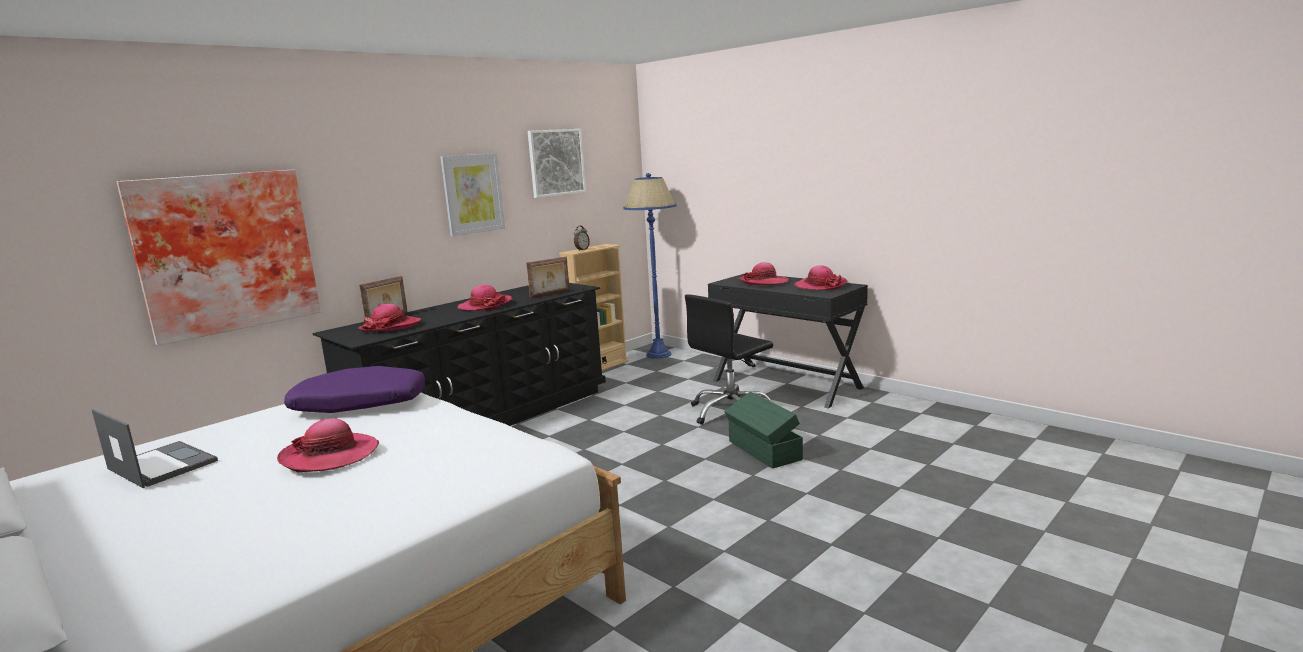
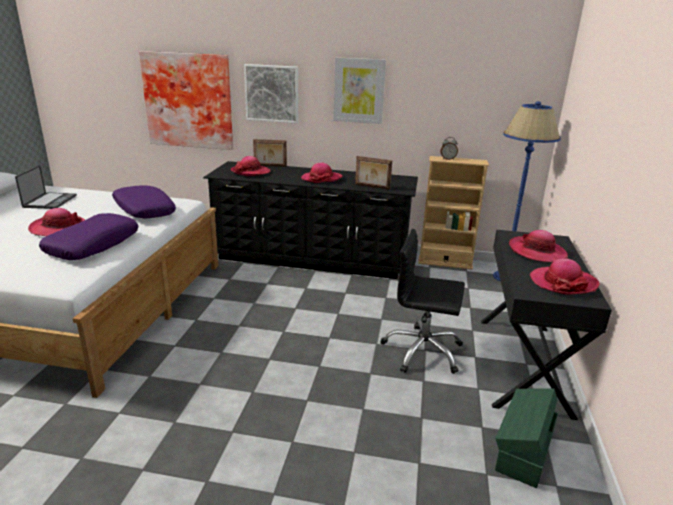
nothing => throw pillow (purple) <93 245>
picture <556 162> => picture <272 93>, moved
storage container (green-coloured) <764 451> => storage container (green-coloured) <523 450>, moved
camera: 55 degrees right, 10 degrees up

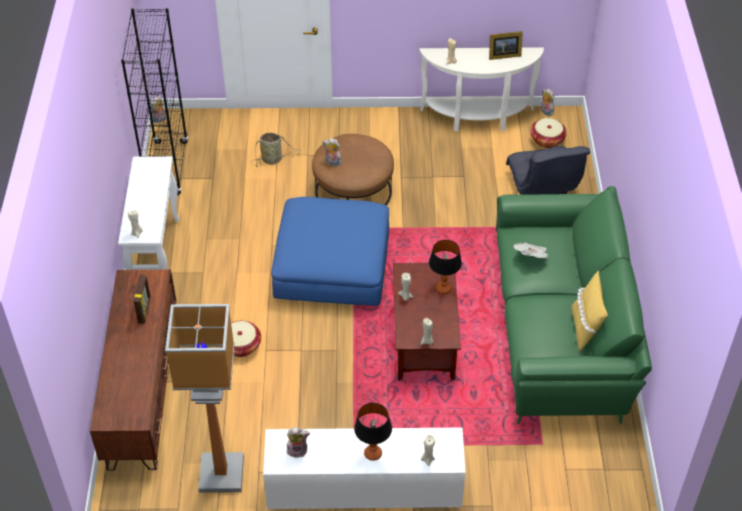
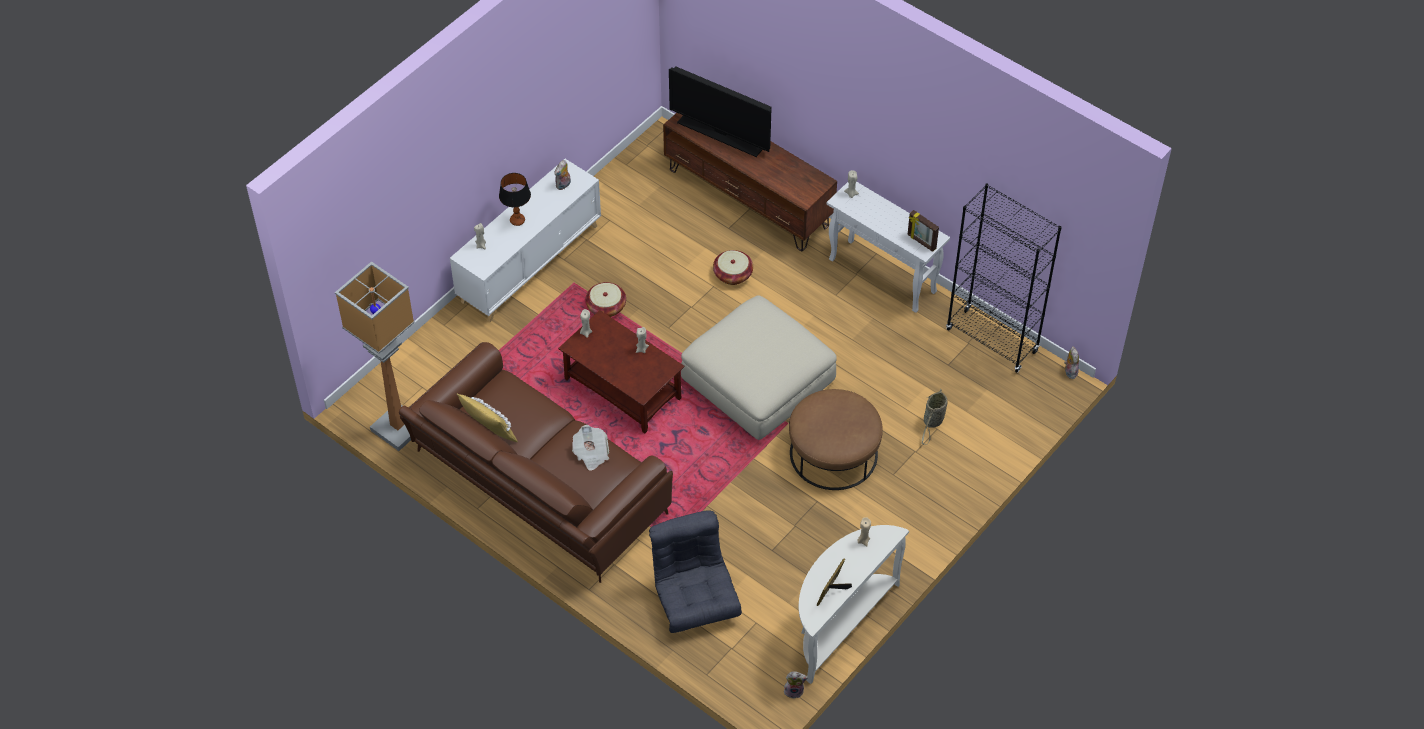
standing lamp <222 474> => standing lamp <397 428>, moved
sofa (green-coloured) <560 328> => sofa (brownish) <537 485>
basket <547 140> => basket <606 307>, moved
armchair (grey) <543 189> => armchair (grey) <694 599>, 45 degrees clockwise
nothing => TV <721 135>
pouffe (blue-coloured) <332 266> => pouffe (beige) <758 381>
photo frame <145 310> => photo frame <921 242>, moved
plush toy <332 162> => nothing
table lamp <443 289> => nothing
camera: 130 degrees right, 5 degrees up

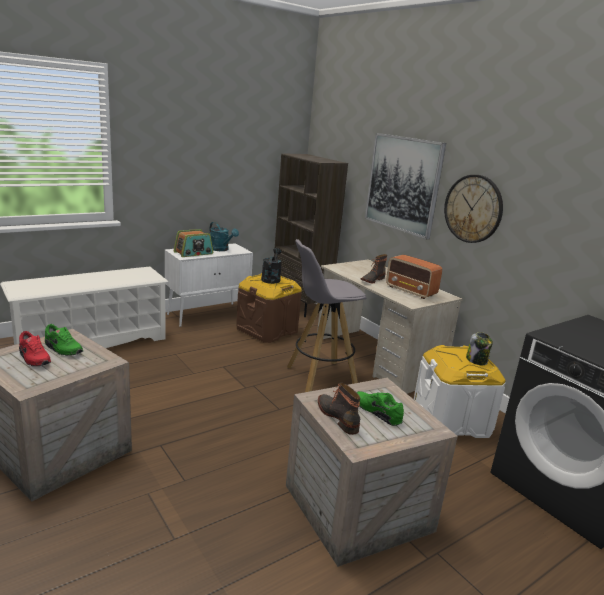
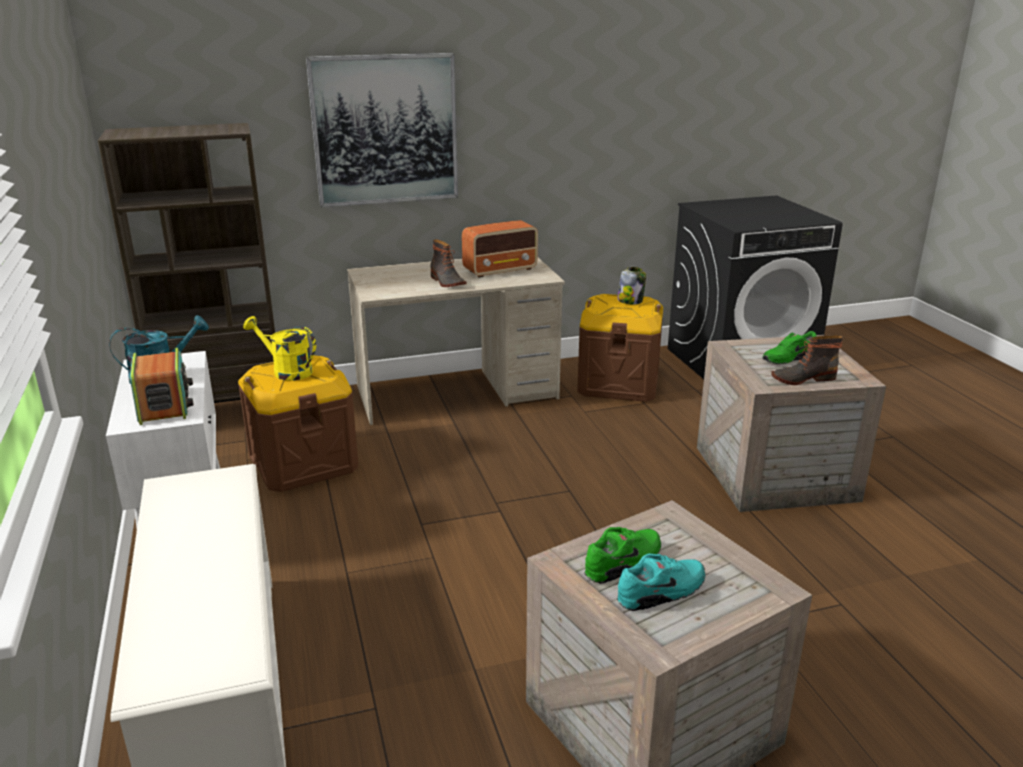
watering pot (blackish) <271 278> => watering pot (yellow) <286 371>
storage container (white) <451 420> => storage container (brownish) <618 383>
low shoe (red) <33 359> => low shoe (turquoise) <662 592>
stool (grey) <320 378> => nothing
wall clock <473 209> => nothing
camera: 70 degrees left, 5 degrees up

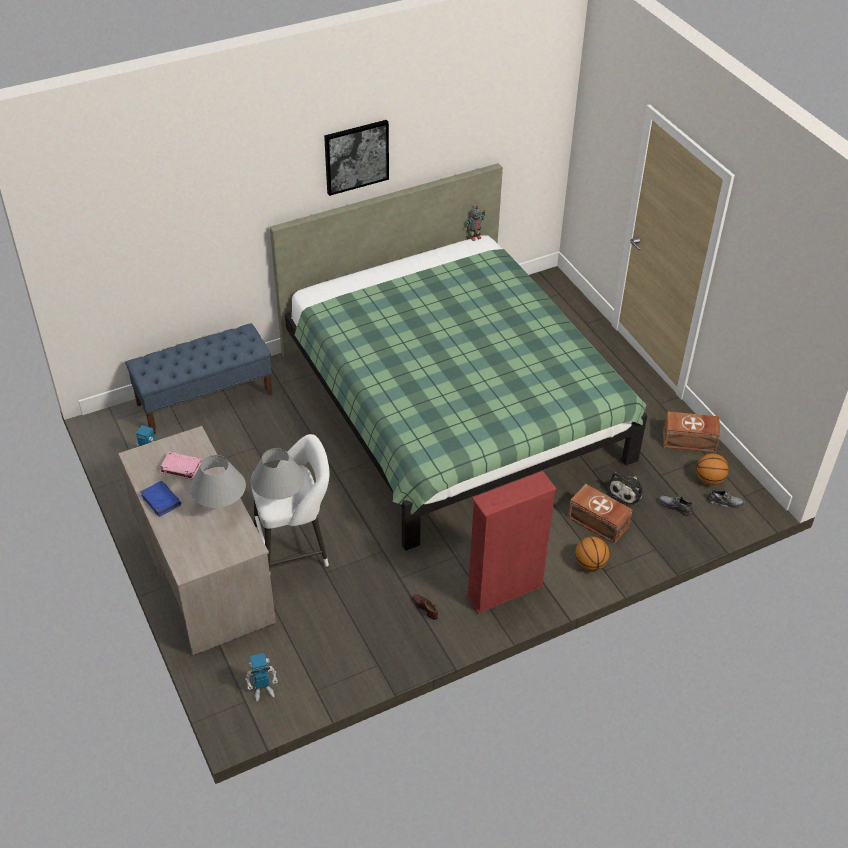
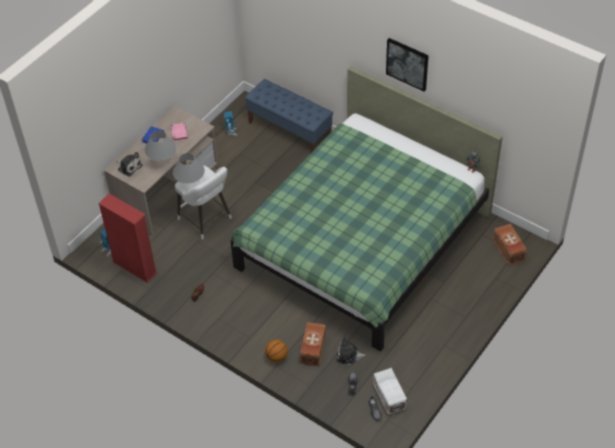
bookshelf (red) <505 591> => bookshelf (red) <134 267>, moved
nothing => plush toy <129 167>
basketball ball <709 479> => storage container (white) <389 395>
storage container (brownish) <690 441> => storage container (brownish) <508 250>, moved
camera: 65 degrees right, 5 degrees up

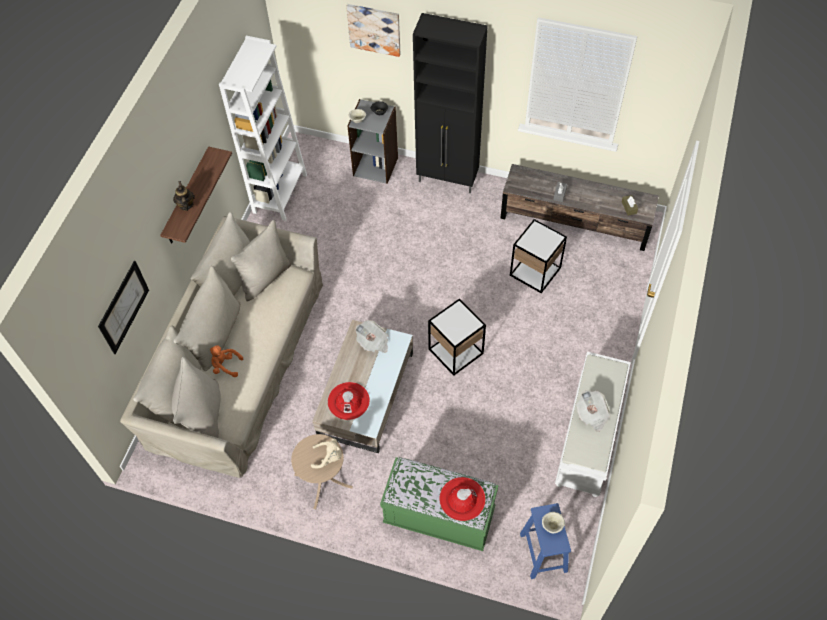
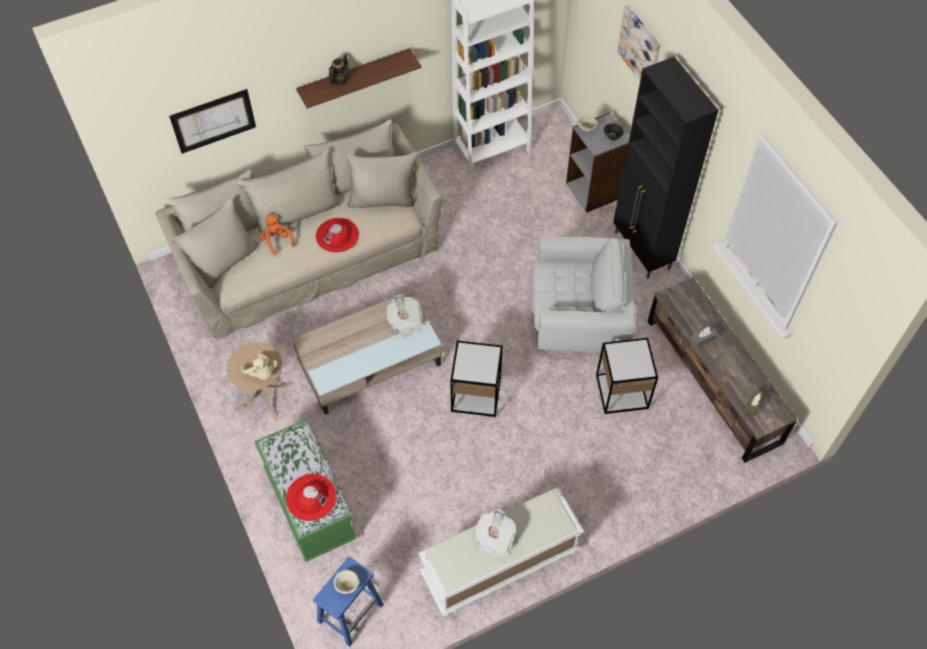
hat (red) <348 401> => hat (red) <337 235>, moved
nothing => armchair (white) <578 317>
camera: 45 degrees right, 0 degrees up

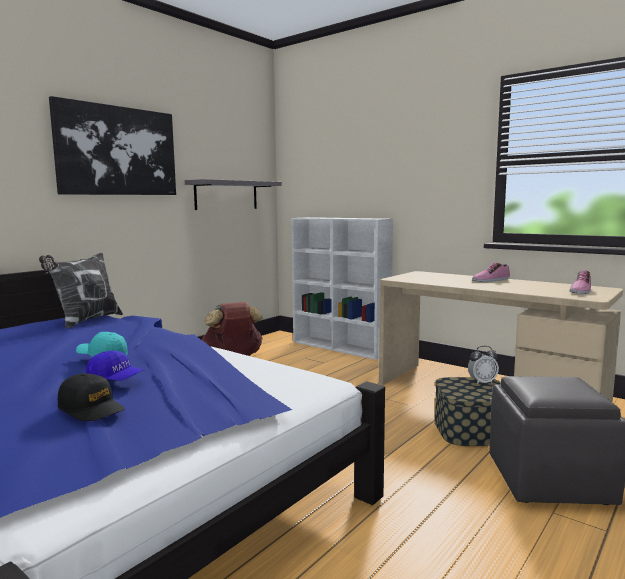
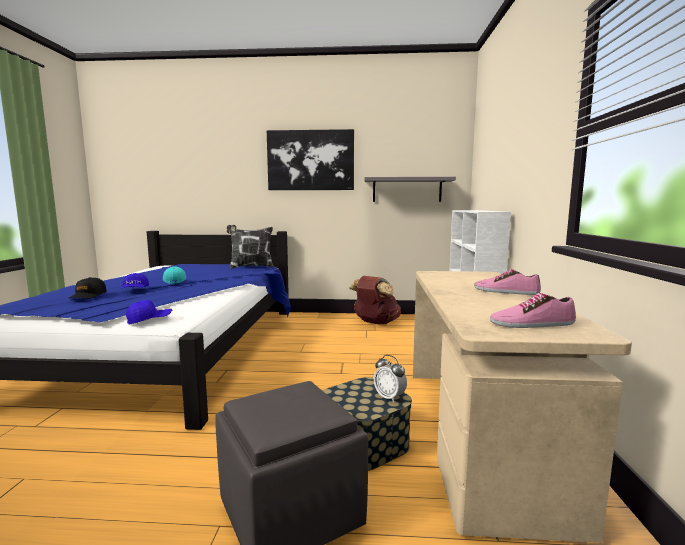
nothing => cap (blue-coloured) <150 320>
camera: 55 degrees right, 0 degrees up

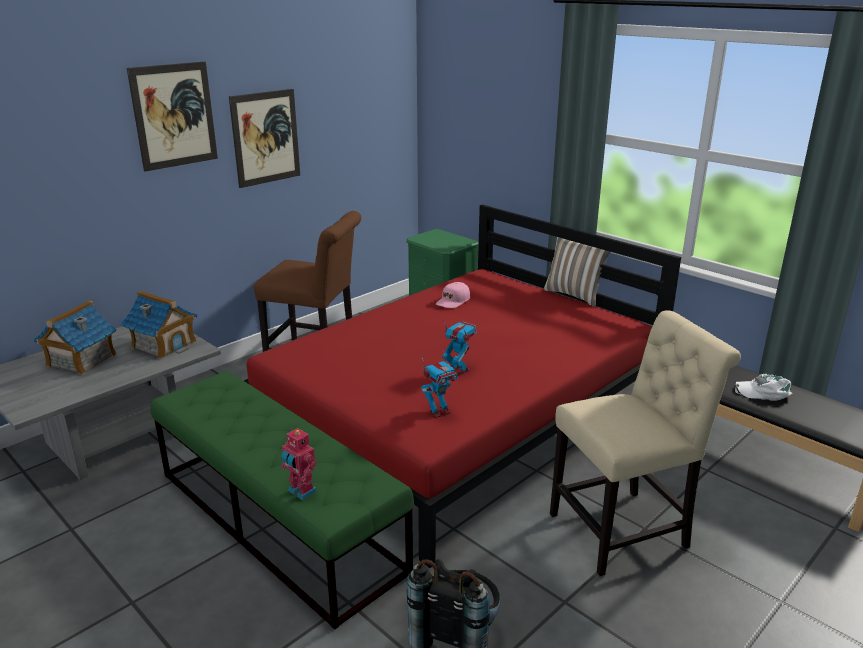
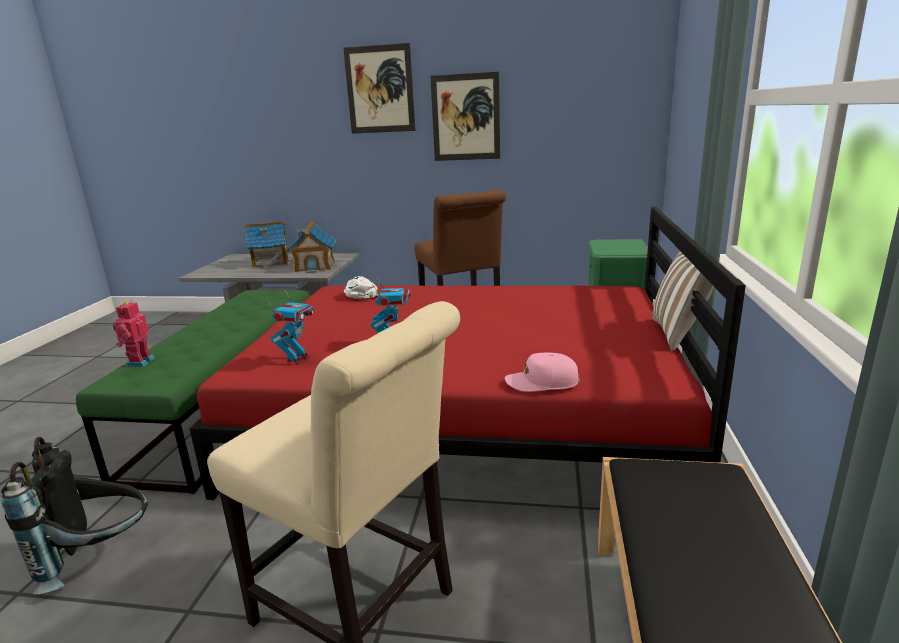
robot figure <439 412> => robot figure <298 359>, 90 degrees counterclockwise
cap (white) <763 392> => cap (white) <360 293>, moved
cap (pink) <453 301> => cap (pink) <542 382>, moved
camera: 55 degrees right, 5 degrees down

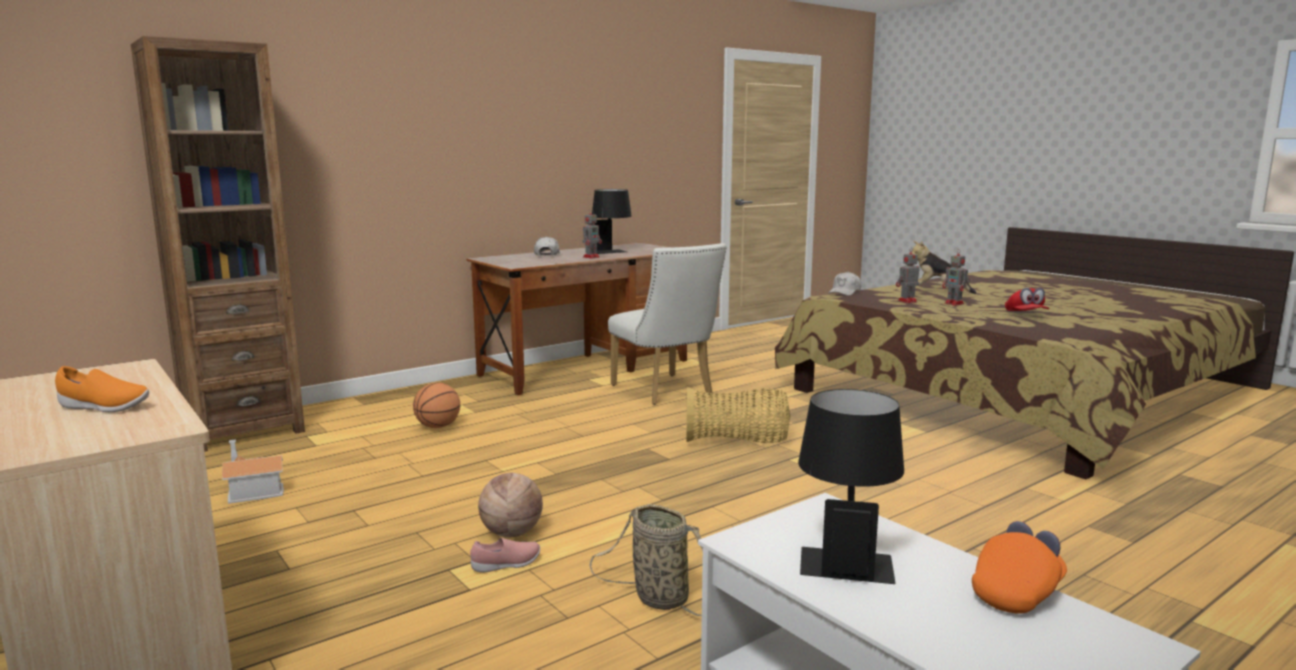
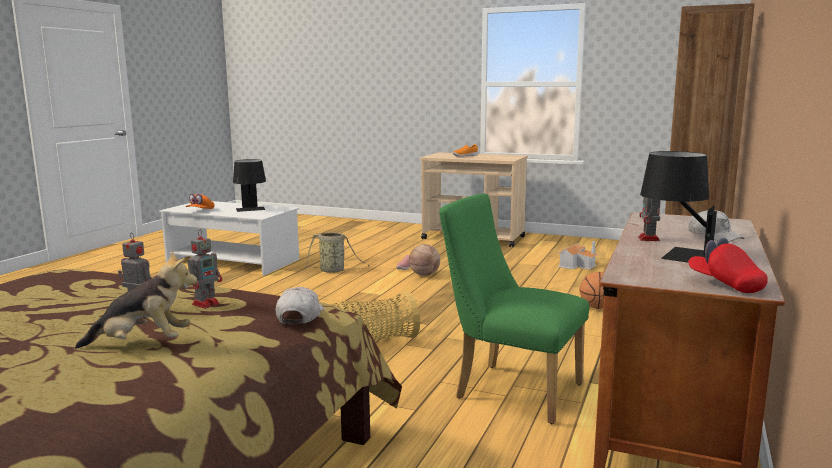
plain chair (white) <666 391> => plain chair (green-coloured) <510 389>
cap (red) <1025 315> => cap (red) <725 284>, moved
camera: 150 degrees right, 0 degrees up

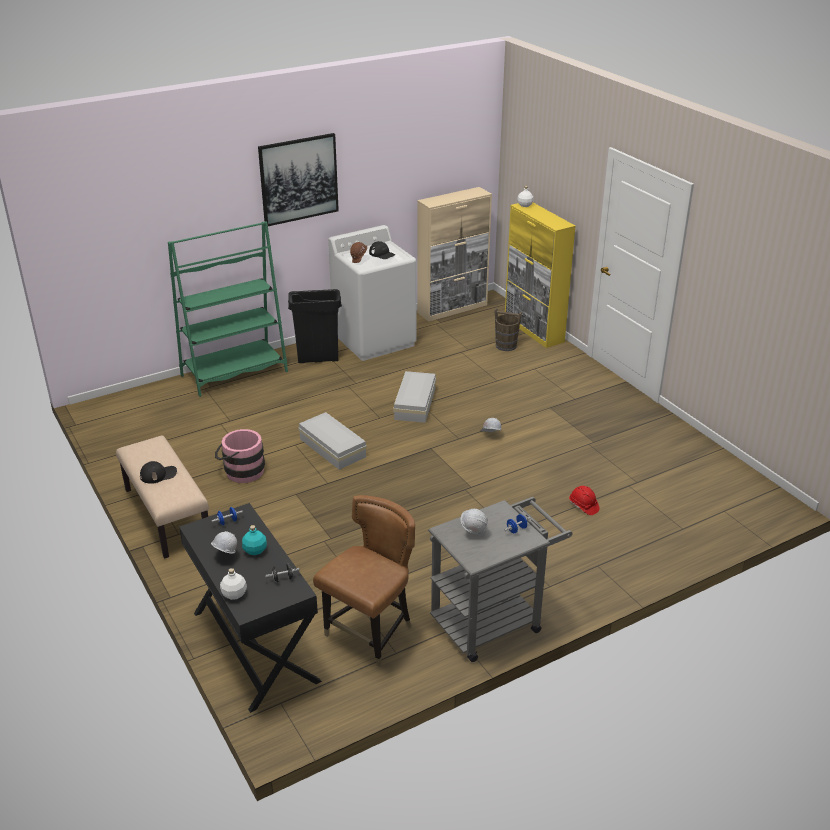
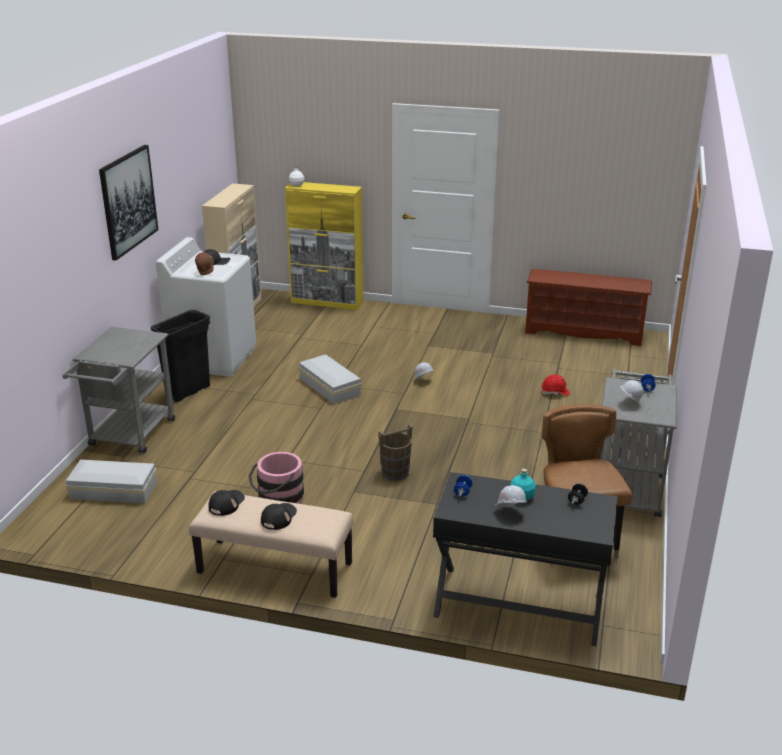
bookshelf (green-coloured) <234 374> => trolley (grey) <129 436>
storage container (white) <332 449> => storage container (white) <114 491>, moved
nothing => cap (blackish) <226 503>
pail (brownish) <505 345> => pail (brownish) <395 472>, moved
nothing => shoe stand (brownish) <584 332>
drink bottle (white) <234 594> => nothing
camera: 45 degrees left, 5 degrees down

